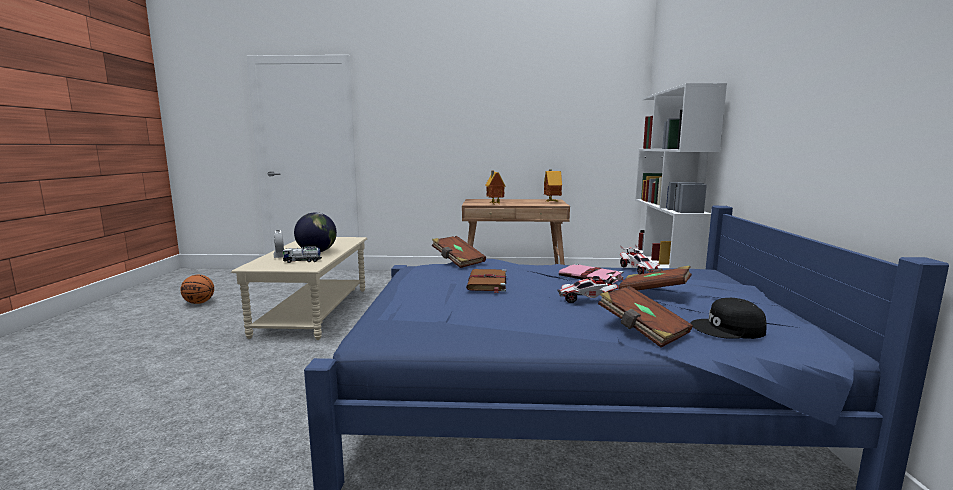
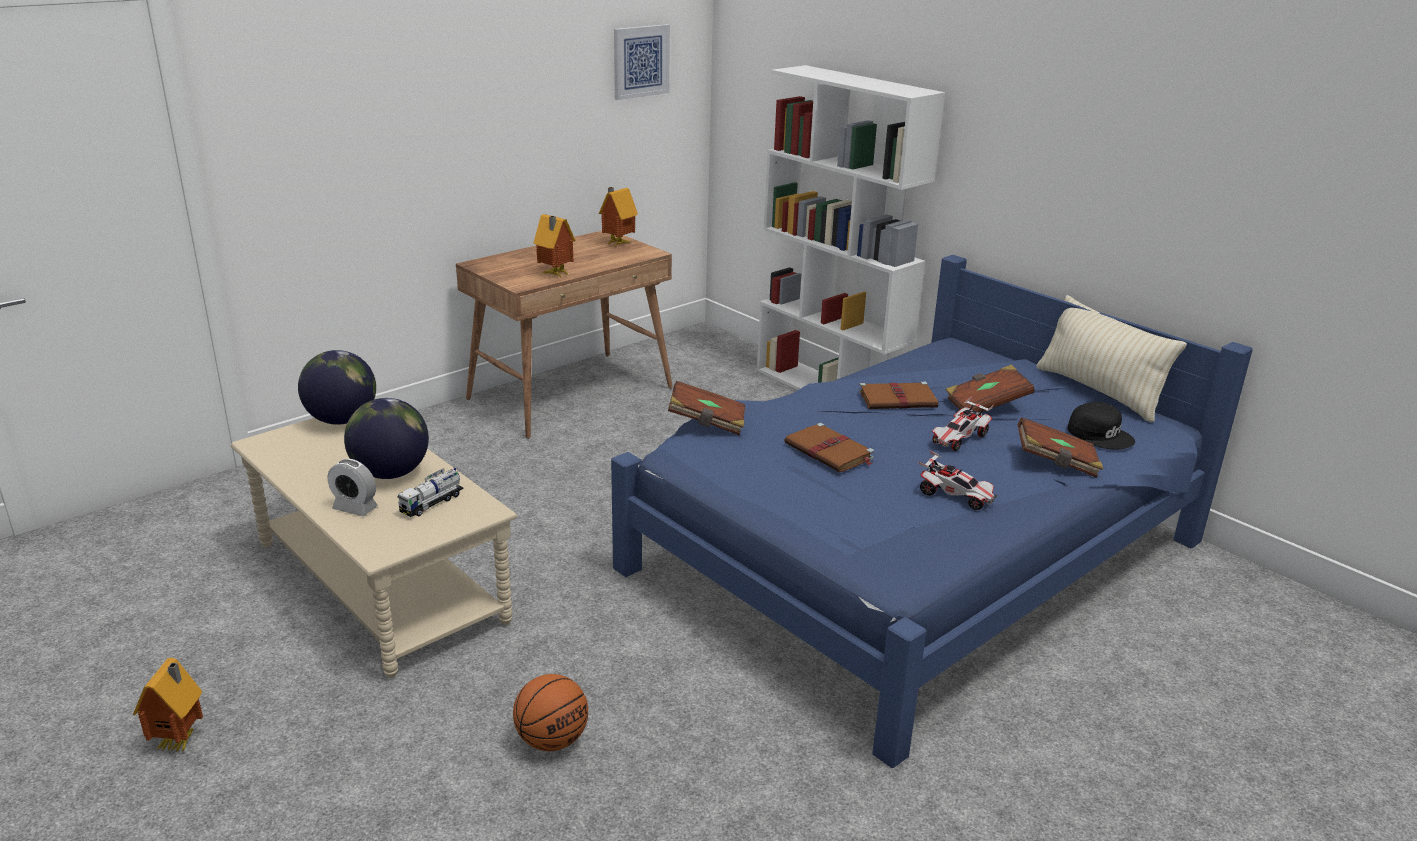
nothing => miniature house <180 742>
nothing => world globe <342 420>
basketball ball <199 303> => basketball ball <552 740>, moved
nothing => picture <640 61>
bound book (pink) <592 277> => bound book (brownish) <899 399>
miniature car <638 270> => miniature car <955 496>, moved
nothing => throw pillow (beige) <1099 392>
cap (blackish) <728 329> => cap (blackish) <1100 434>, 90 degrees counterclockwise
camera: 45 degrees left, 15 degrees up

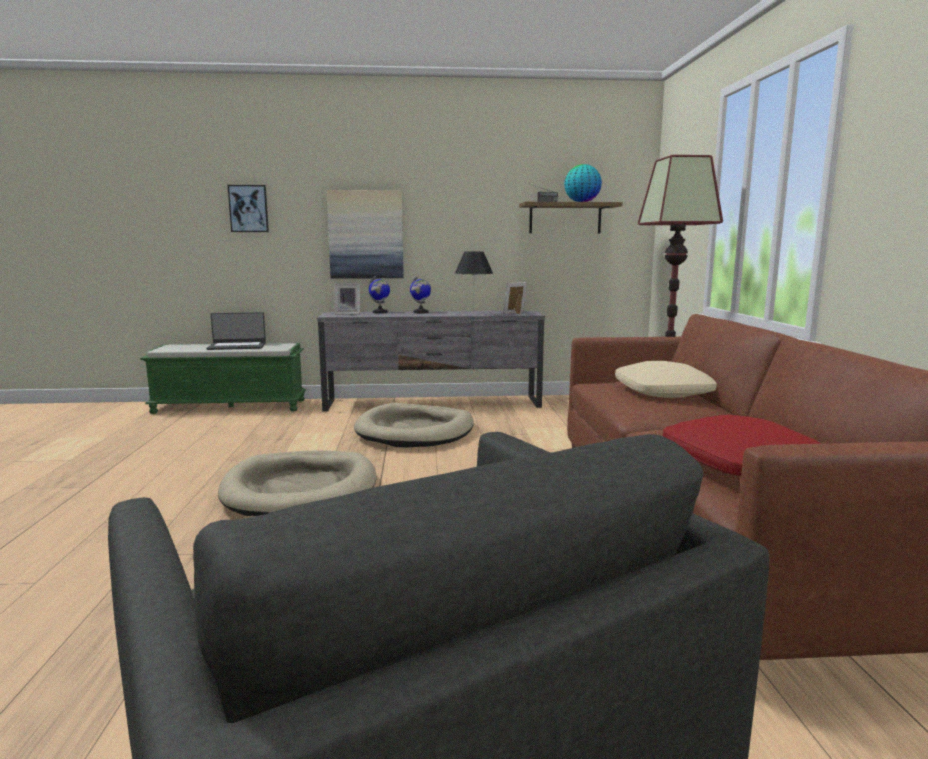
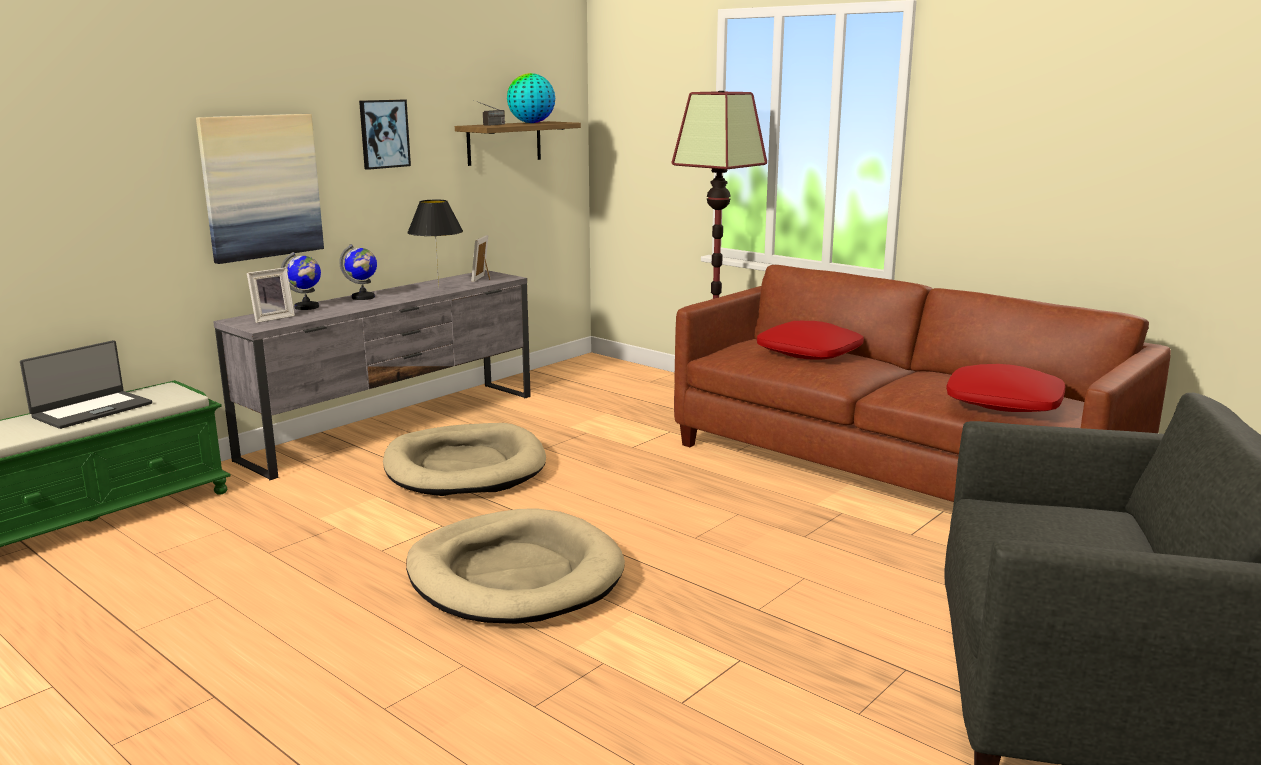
picture <248 208> => picture <384 134>, moved
throw pillow (beige) <664 392> => throw pillow (red) <809 353>
camera: 45 degrees left, 5 degrees up

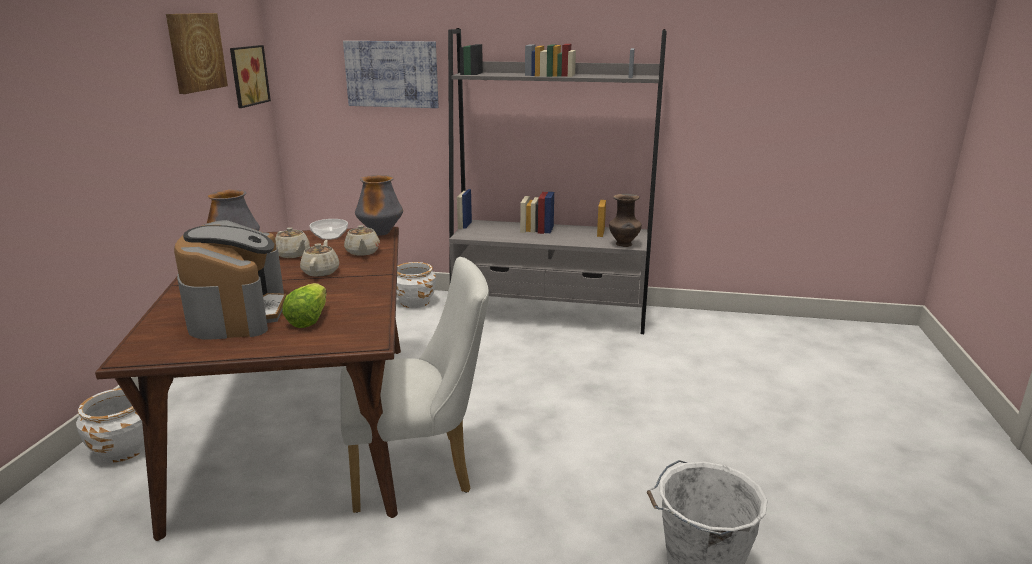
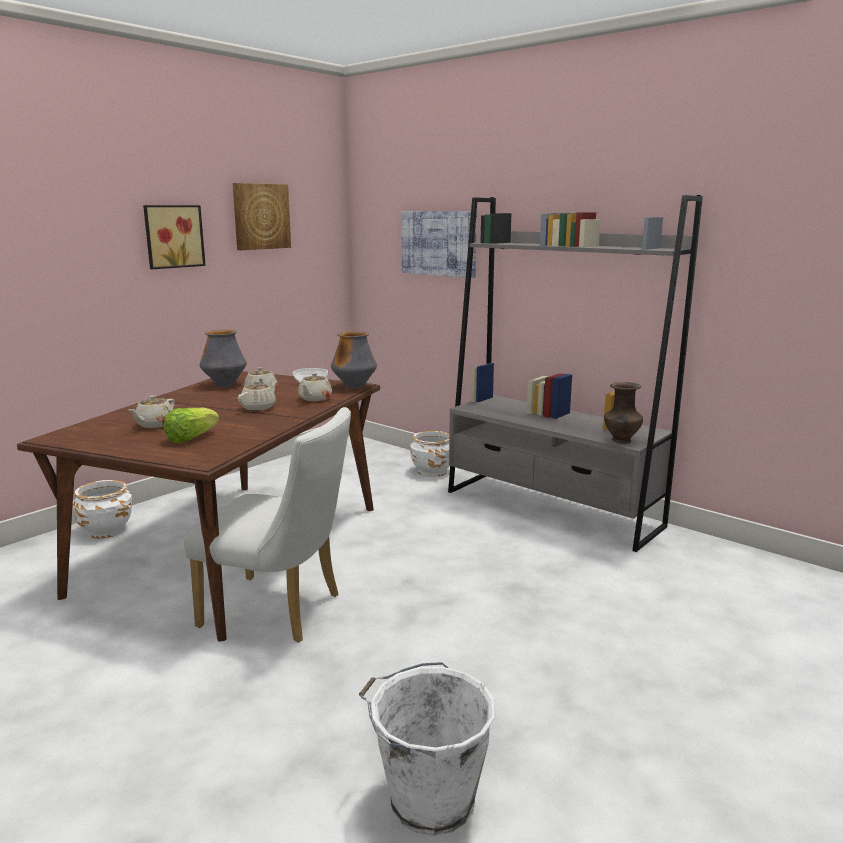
coffee brewer <237 313> => pot for tea (beige) <154 425>
picture <247 75> => picture <173 236>, moved
camera: 30 degrees right, 5 degrees down

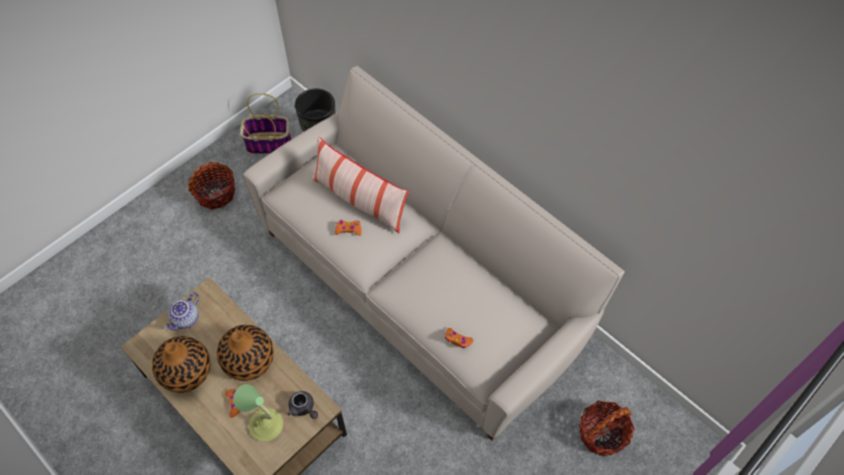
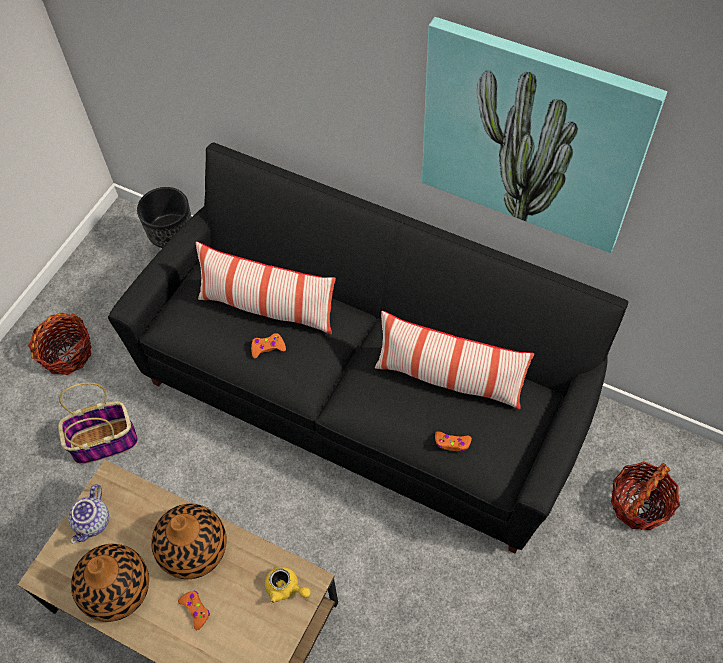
basket <270 143> => basket <105 441>, moved
sofa (beige) <422 286> => sofa (blackish) <364 392>
pot for tea (grey) <303 408> => pot for tea (yellow) <286 588>
nothing => throw pillow <449 378>
nothing => picture <531 137>
table lamp <265 424> => nothing
camera: 15 degrees left, 0 degrees up

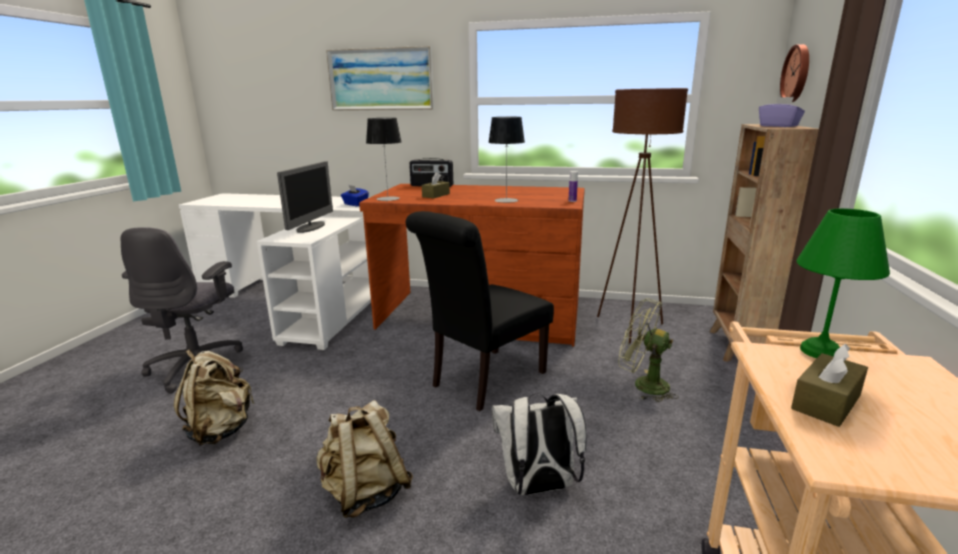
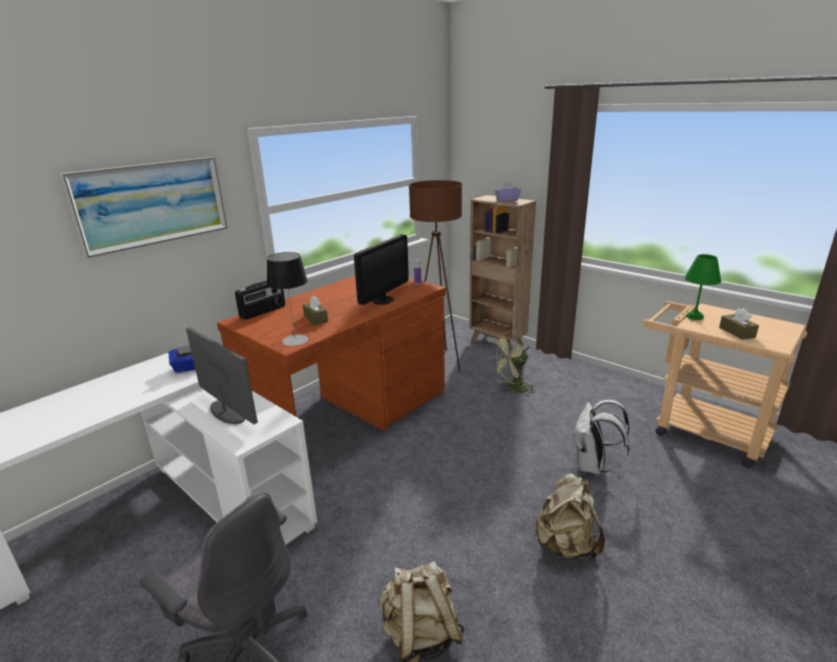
table lamp <506 200> => computer display <383 300>
plain chair (blackish) <483 381> => nothing
wall clock <797 73> => nothing
camera: 60 degrees left, 5 degrees up

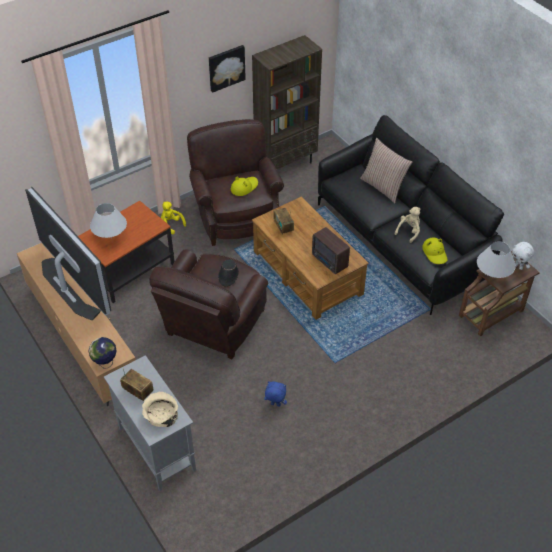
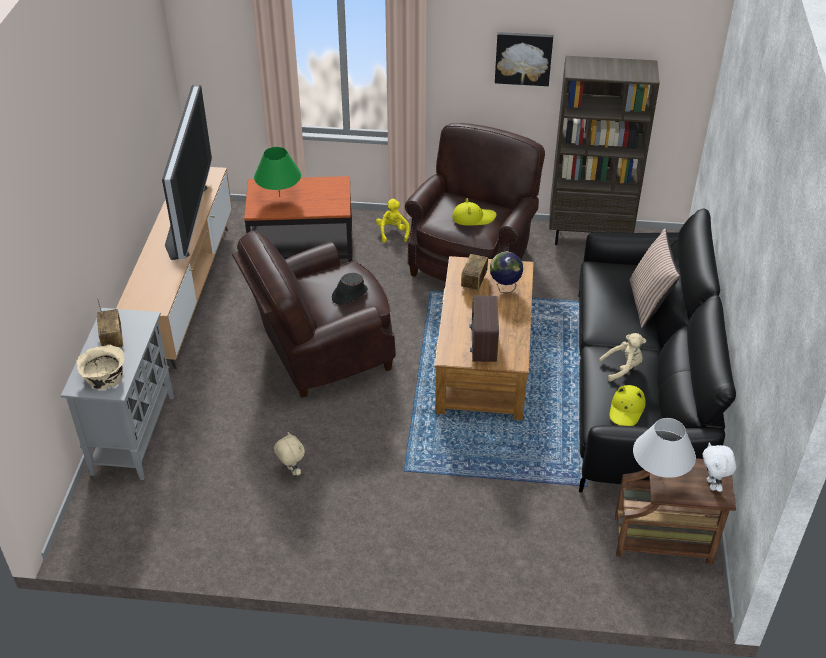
table lamp (white) <111 238> => table lamp (green-coloured) <279 197>
plush toy (blue-coloured) <275 405> => plush toy (beige) <291 471>
world globe <105 363> => world globe <505 288>, moved
camera: 40 degrees right, 5 degrees down

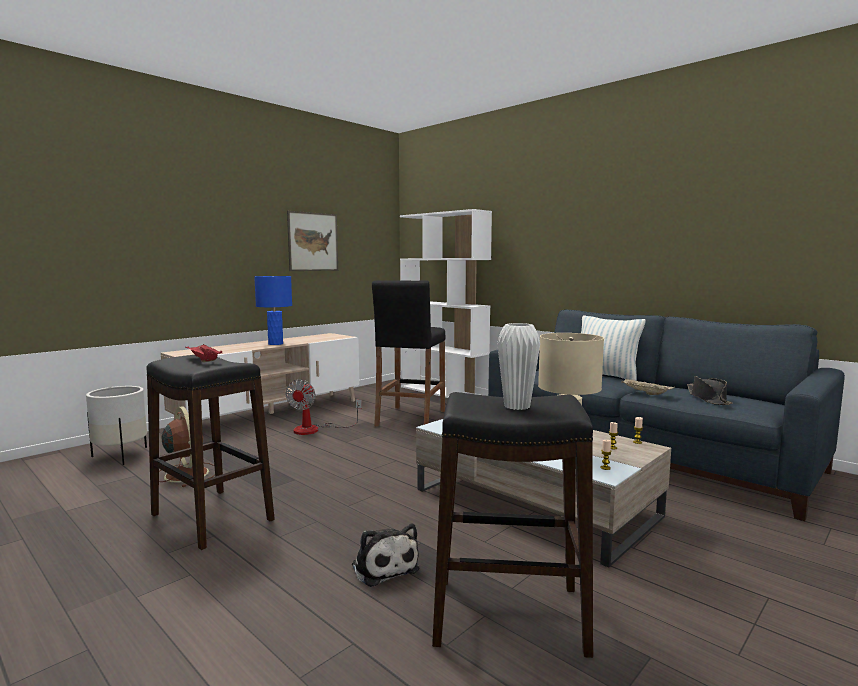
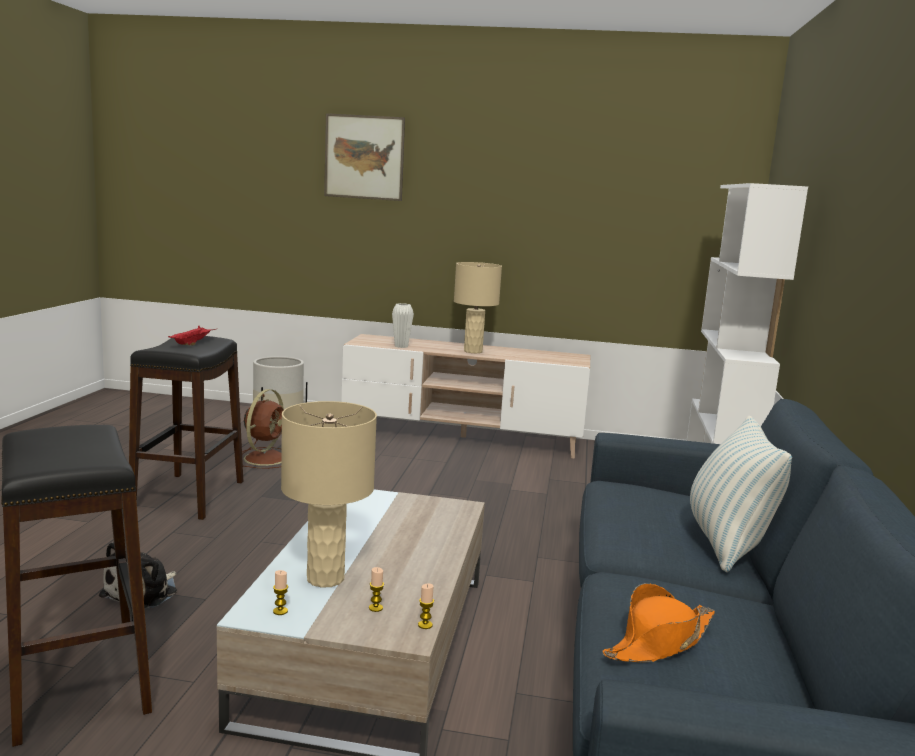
picture <313 242> => picture <364 157>, moved
decorative vase (white) <517 406> => decorative vase (white) <401 346>, moved
table lamp (blue-coloured) <276 344> => table lamp (beige) <473 351>
hat (blackish) <708 398> => hat (orangey) <659 642>
electric fan <315 429> => nothing
stool (blackish) <410 418> => nothing
carrying tray (beige) <645 393> => nothing
camera: 55 degrees right, 5 degrees up

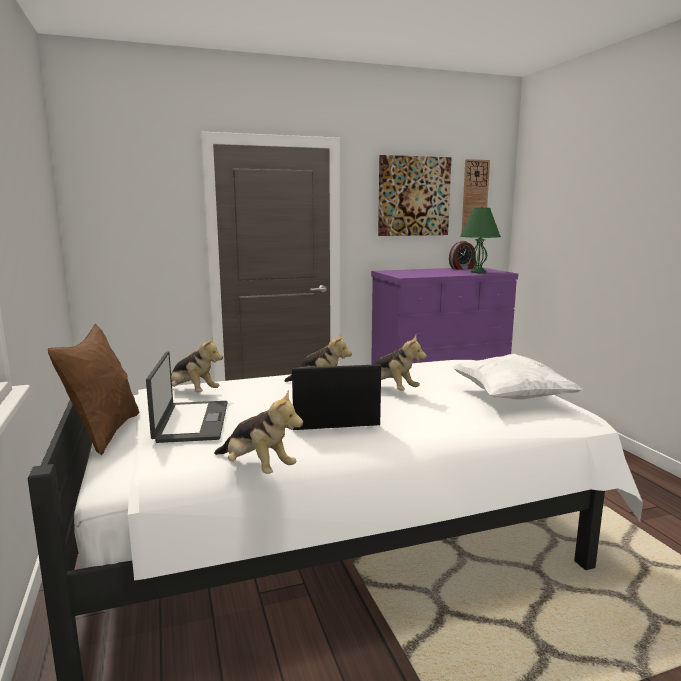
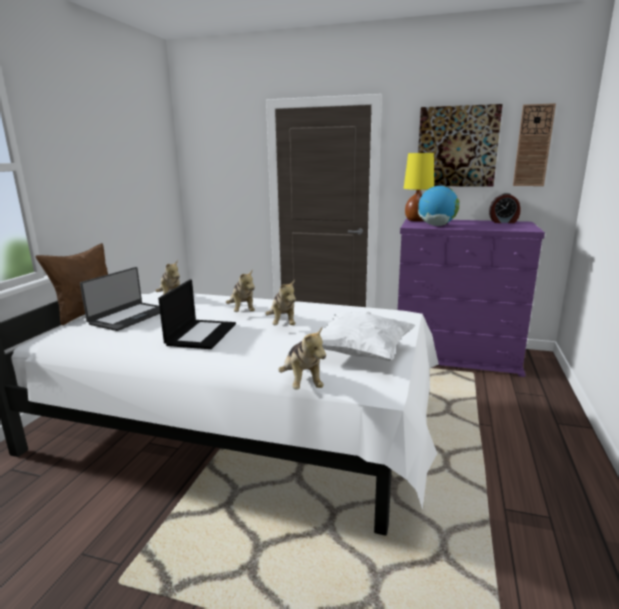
portable computer <332 418> => portable computer <201 334>, 75 degrees clockwise
plush toy <257 468> => plush toy <302 383>, moved
nothing => table lamp (yellow) <416 220>
nothing => world globe <437 225>
table lamp (green-coloured) <477 272> => nothing
camera: 35 degrees right, 5 degrees up

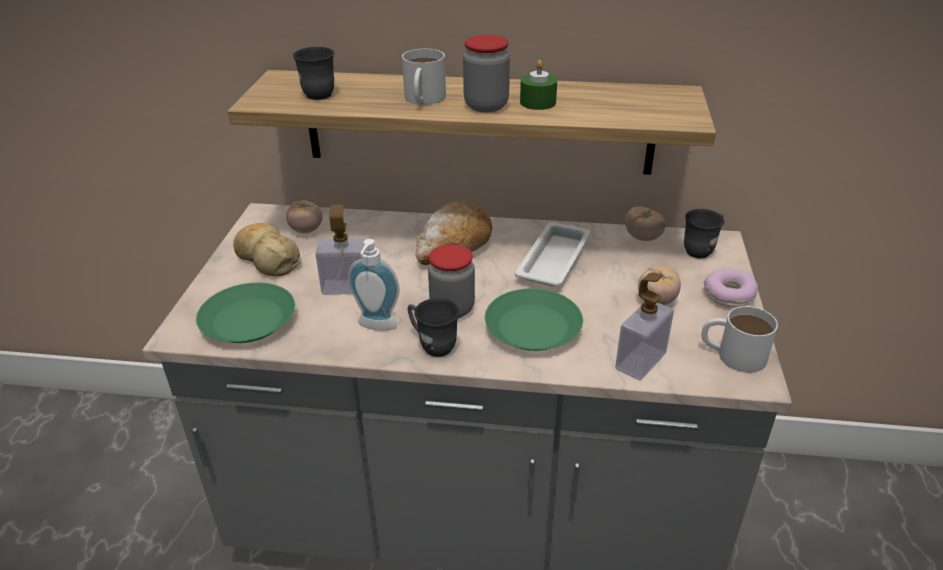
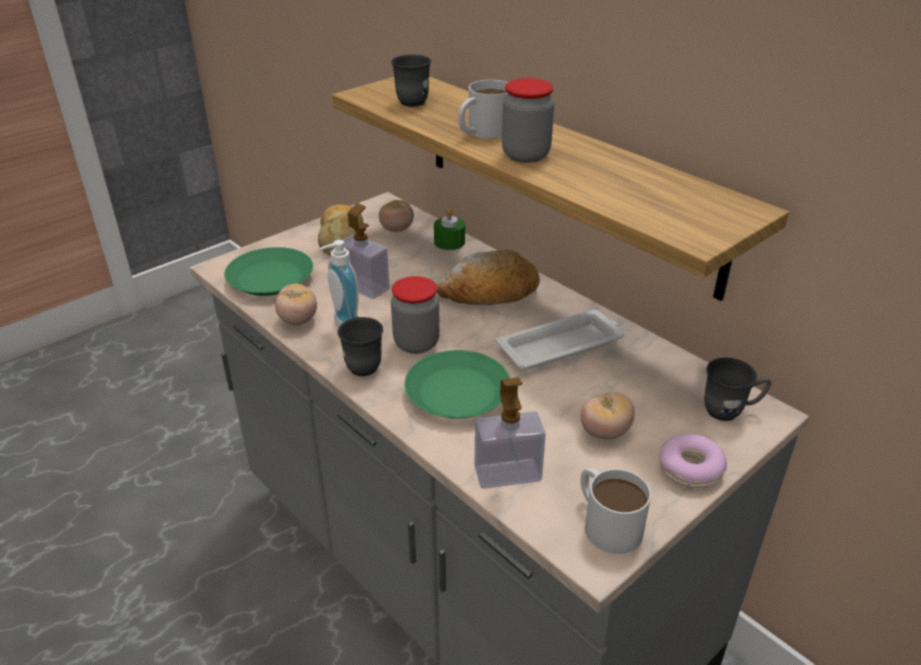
fresh tomato <642 238> => fresh tomato <298 320>, moved
wax candle (green-coloured) <538 102> => wax candle (green-coloured) <449 242>, moved
camera: 40 degrees right, 0 degrees up

